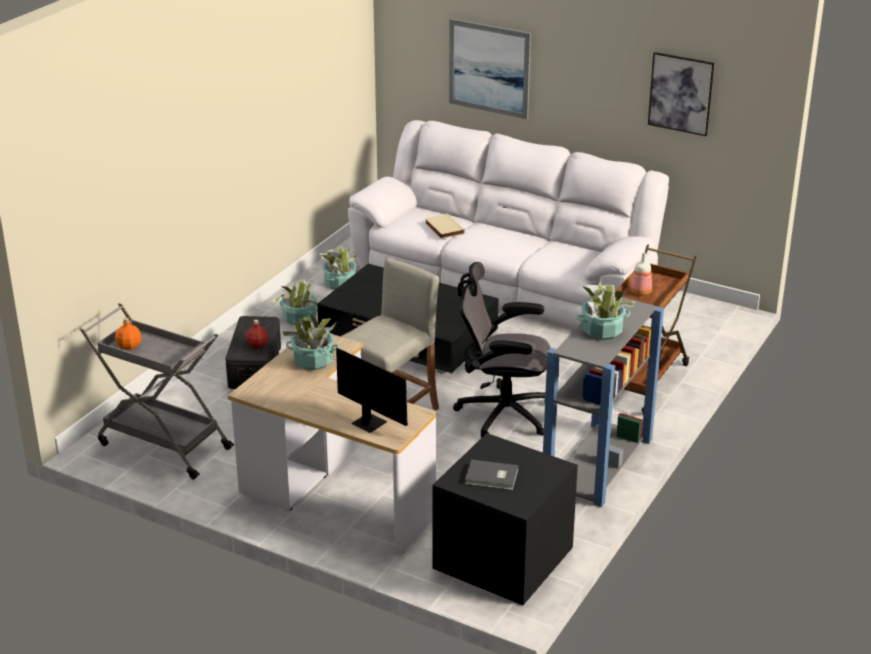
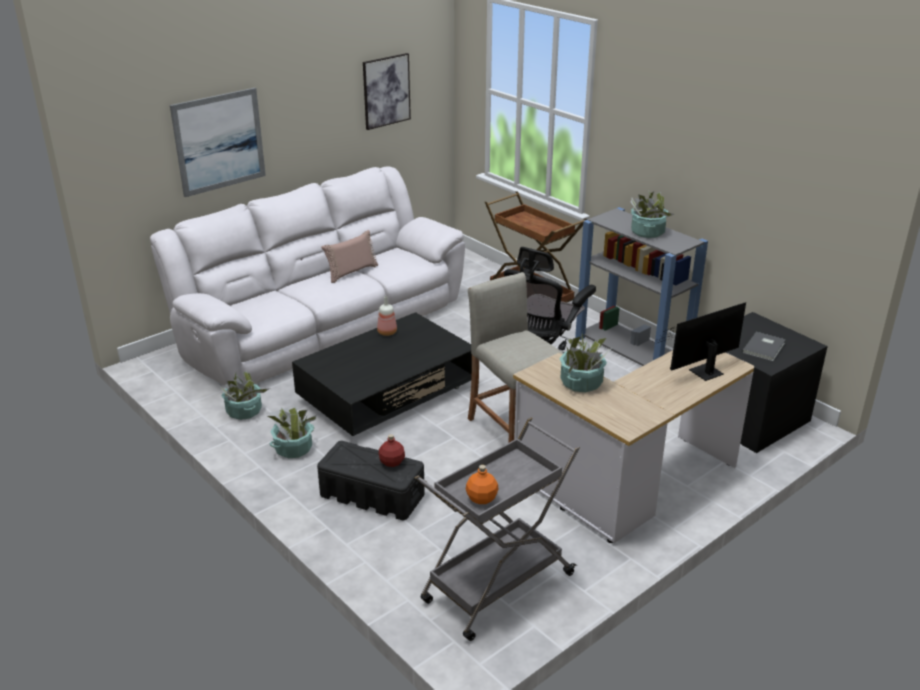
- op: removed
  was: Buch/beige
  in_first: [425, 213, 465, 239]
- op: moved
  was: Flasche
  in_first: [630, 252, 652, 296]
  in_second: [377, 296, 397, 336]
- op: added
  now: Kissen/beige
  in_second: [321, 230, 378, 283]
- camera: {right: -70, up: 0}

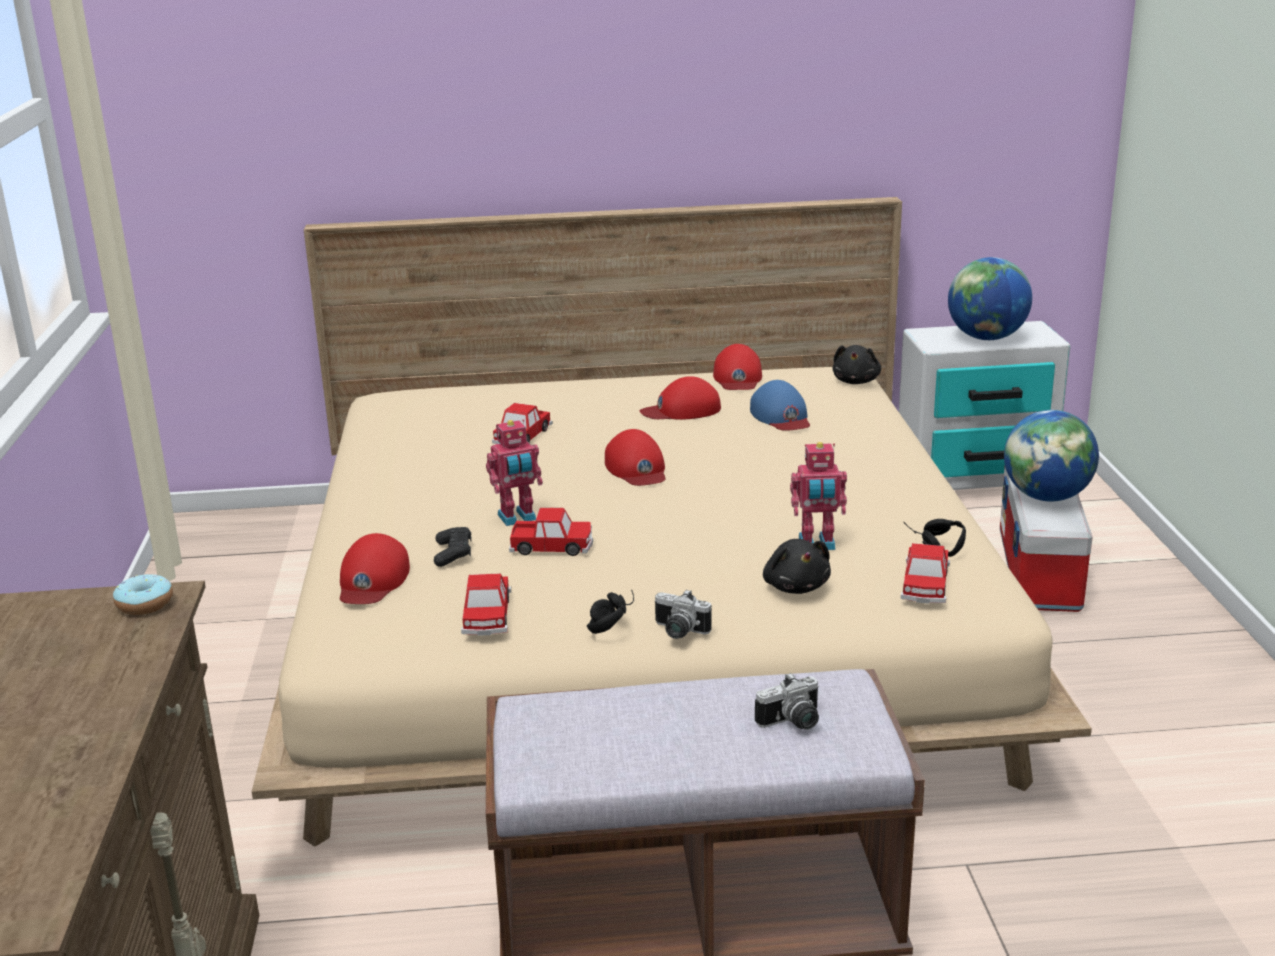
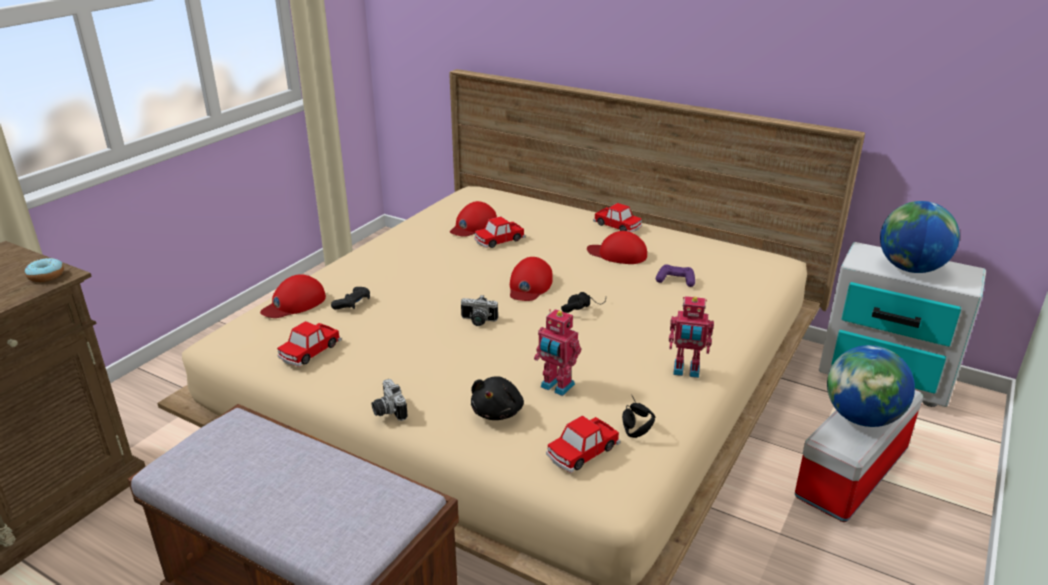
- op: moved
  was: Spielzeugroboter
  in_first: [486, 419, 543, 526]
  in_second: [669, 296, 714, 378]
- op: moved
  was: Spielzeugauto
  in_first: [509, 508, 593, 556]
  in_second: [593, 203, 642, 232]
- op: moved
  was: Kopfhörer/schwarz
  in_first: [587, 590, 634, 634]
  in_second: [561, 292, 606, 313]
- op: moved
  was: Kappe/rot
  in_first: [713, 344, 762, 390]
  in_second: [450, 201, 497, 237]
- op: replaced
  was: Kappe/blau
  now: Gamepad/lila
  in_first: [750, 380, 810, 431]
  in_second: [656, 264, 695, 287]
- op: moved
  was: Kamera
  in_first: [755, 673, 819, 730]
  in_second: [461, 295, 498, 326]
- op: removed
  was: Plüschtier/schwarz
  in_first: [832, 345, 881, 384]
- camera: {right: 35, up: 5}

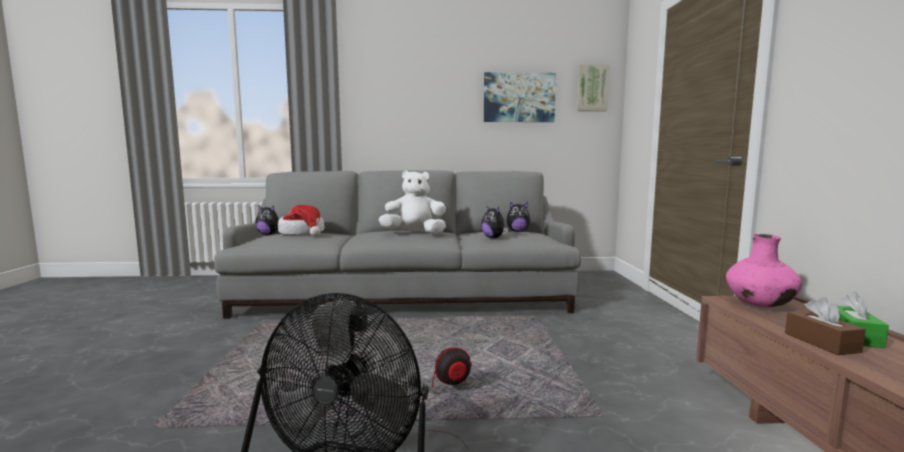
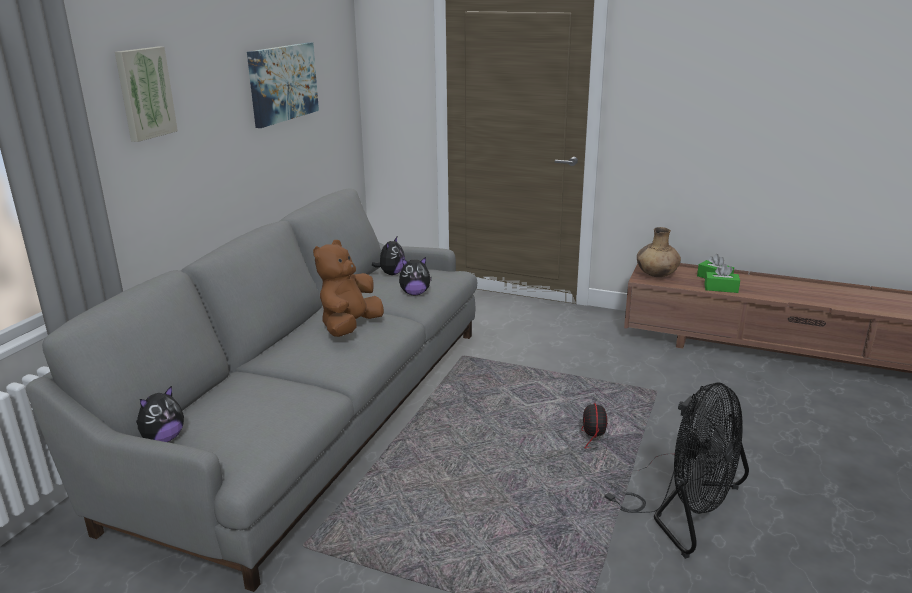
- op: removed
  was: Hut
  in_first: [278, 205, 325, 237]
- op: recoloured
  was: Plüschtier/weiß
  now: Plüschtier/braun
  in_first: [378, 170, 446, 234]
  in_second: [313, 240, 384, 337]
- op: moved
  was: Bild
  in_first: [577, 64, 610, 111]
  in_second: [115, 47, 178, 142]
- op: recoloured
  was: Vase/rosa
  now: Vase/braun
  in_first: [726, 234, 802, 307]
  in_second: [637, 227, 681, 277]
- op: recoloured
  was: Taschentuchbox/braun
  now: Taschentuchbox/grün
  in_first: [785, 297, 866, 355]
  in_second: [705, 264, 740, 293]
- camera: {right: -65, up: 15}

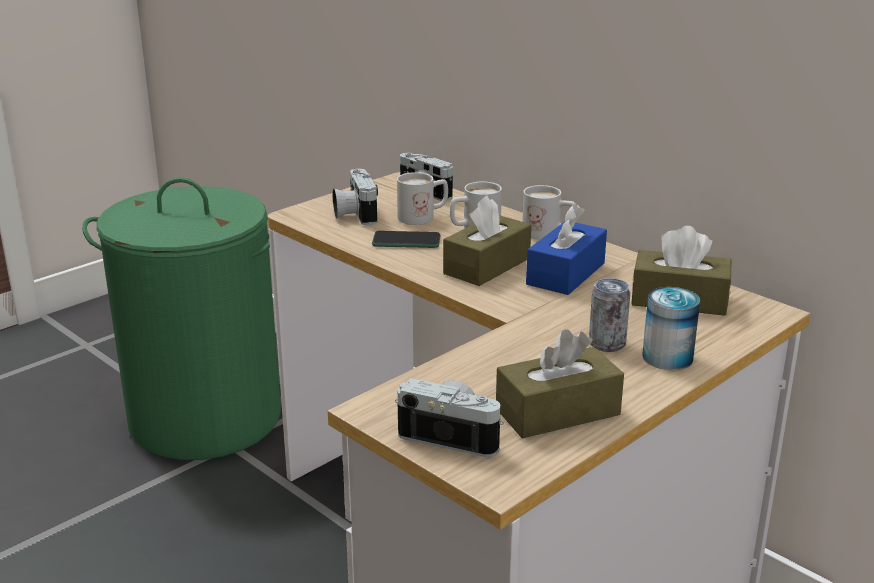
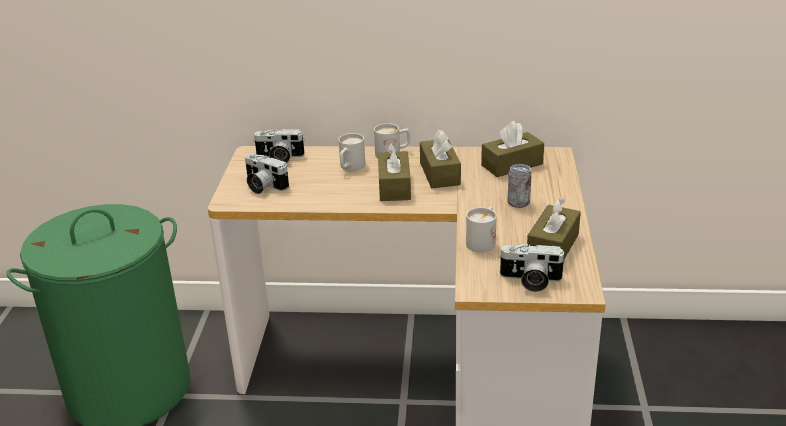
- op: removed
  was: Handy
  in_first: [372, 231, 441, 248]
- op: turned
  was: Kamera
  in_first: [395, 378, 504, 457]
  in_second: [498, 244, 566, 292]
  clockwise: -150
- op: moved
  was: Henkelbecher/weiß
  in_first: [397, 172, 448, 225]
  in_second: [466, 207, 497, 252]
- op: recoloured
  was: Taschentuchbox/blau
  now: Taschentuchbox/braun
  in_first: [526, 204, 607, 295]
  in_second: [420, 130, 461, 188]
- op: removed
  was: Dose
  in_first: [642, 287, 700, 370]
- camera: {right: -40, up: 5}

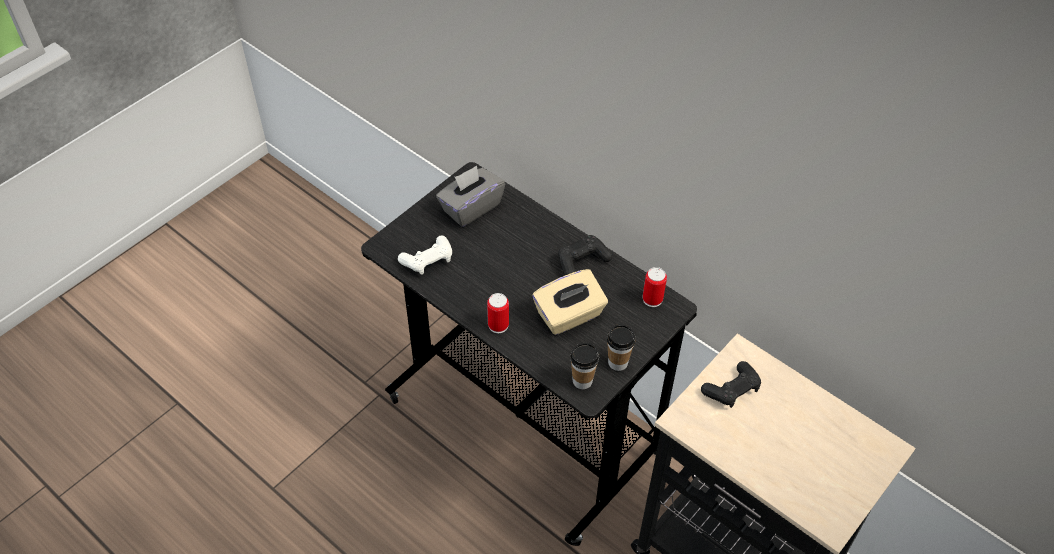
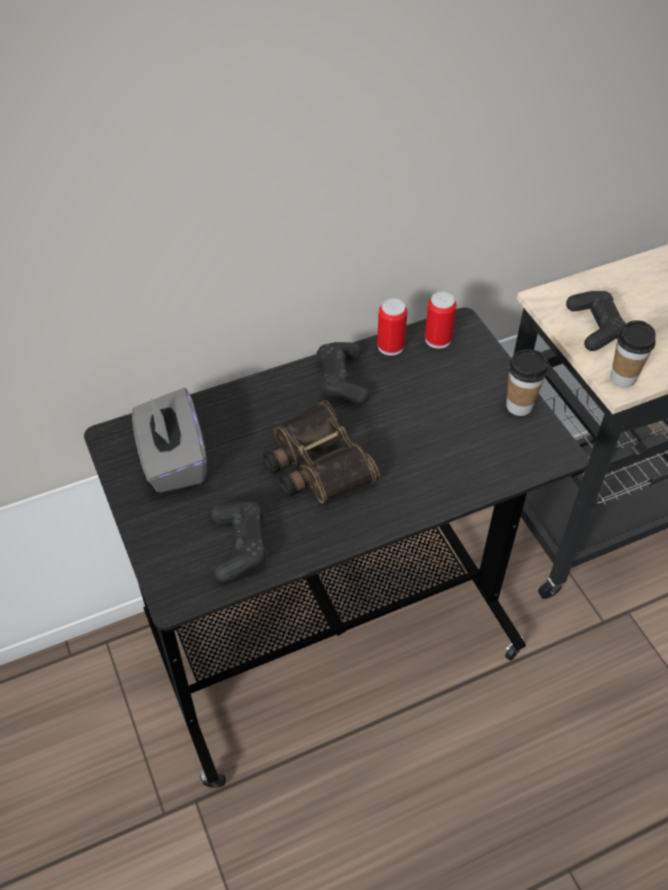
- op: recoloured
  was: Gamepad/weiß
  now: Gamepad/schwarz
  in_first: [398, 235, 452, 275]
  in_second: [211, 501, 268, 582]
- op: moved
  was: Dose
  in_first: [487, 293, 509, 333]
  in_second: [377, 298, 407, 356]
- op: removed
  was: Taschentuchbox/beige
  in_first: [532, 269, 608, 335]
- op: moved
  was: Tasse
  in_first: [570, 343, 599, 389]
  in_second: [610, 320, 656, 388]
- op: added
  now: Fernglas
  in_second: [263, 400, 380, 503]
- camera: {right: -65, up: 0}

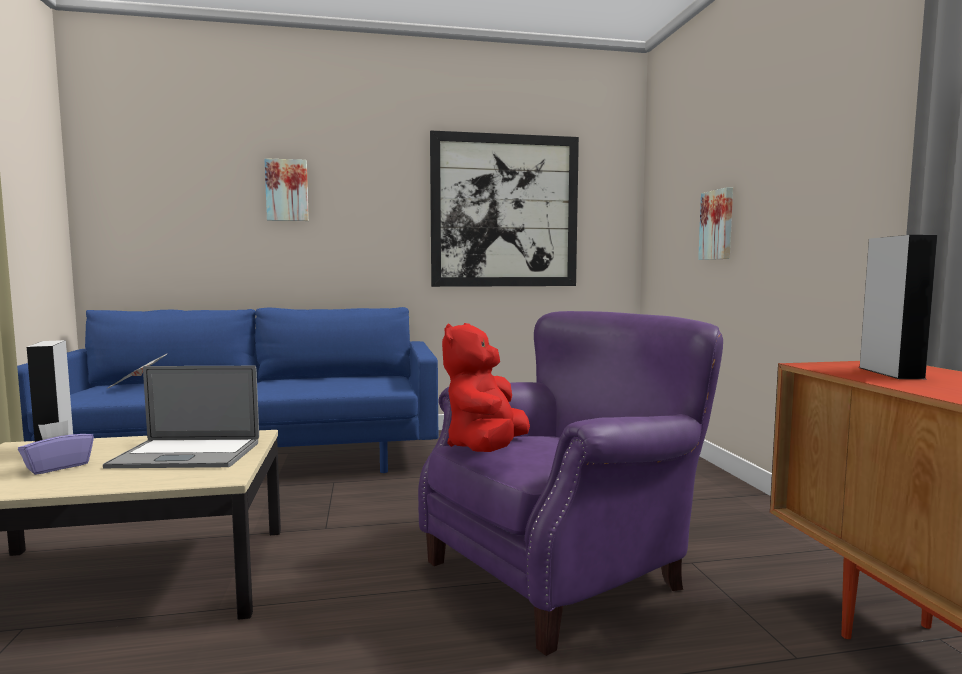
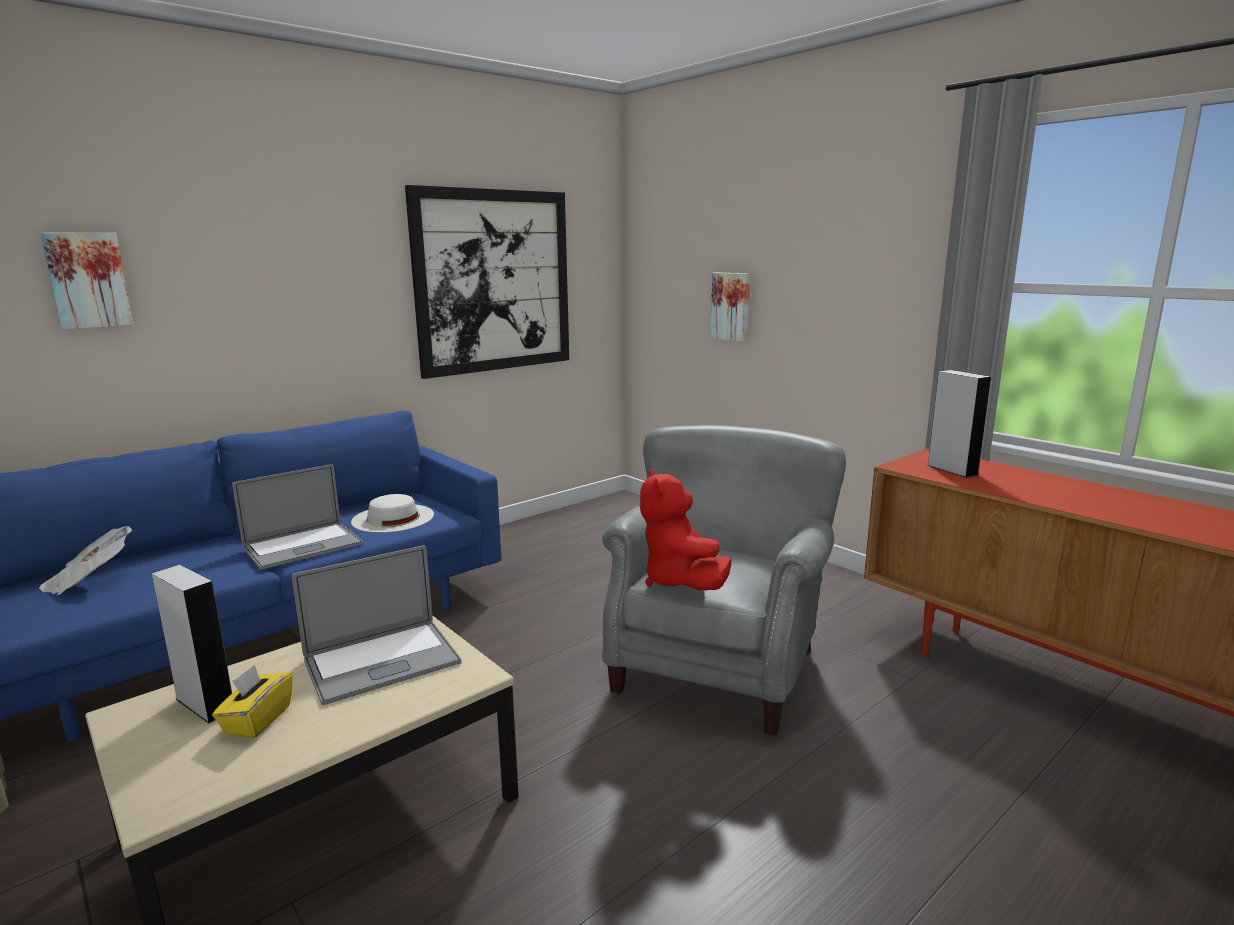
- op: recoloured
  was: Taschentuchbox/lila
  now: Taschentuchbox/gelb
  in_first: [18, 420, 94, 475]
  in_second: [212, 665, 293, 738]
- op: moved
  was: Bild
  in_first: [265, 158, 309, 221]
  in_second: [40, 233, 134, 329]
- op: recoloured
  was: Sessel/lila
  now: Sessel/grau
  in_first: [418, 311, 723, 656]
  in_second: [602, 425, 846, 735]
- op: added
  now: Laptop
  in_second: [232, 464, 363, 570]
- op: added
  now: Hut/weiß
  in_second: [351, 494, 434, 533]
- camera: {right: -30, up: 10}

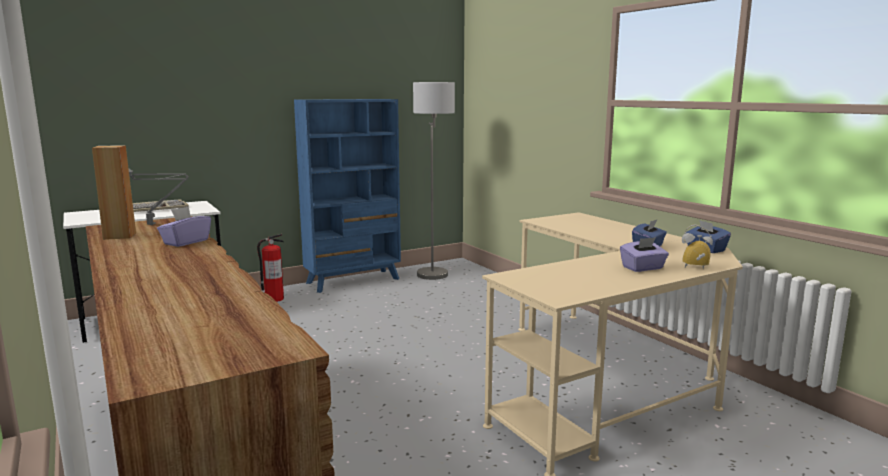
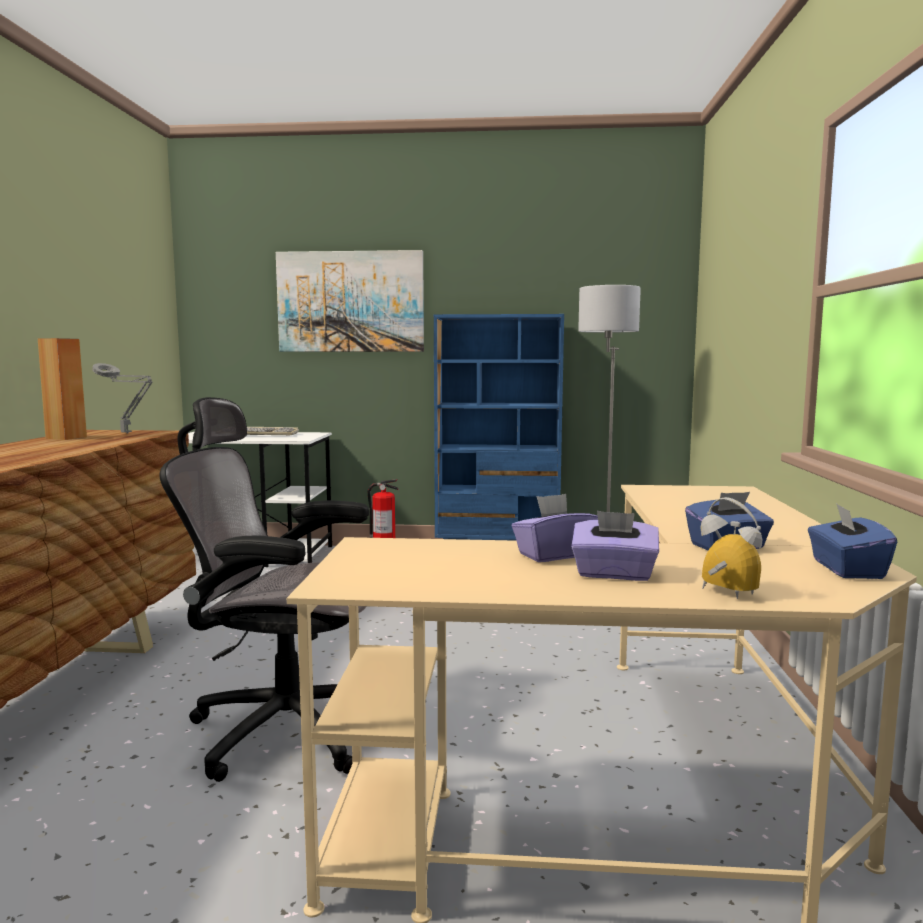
- op: moved
  was: Taschentuchbox/lila
  in_first: [157, 206, 211, 247]
  in_second: [512, 494, 598, 562]
- op: added
  now: Bürostuhl
  in_second: [160, 397, 369, 782]
- op: added
  now: Bild
  in_second: [276, 250, 424, 352]
- camera: {right: 35, up: -5}

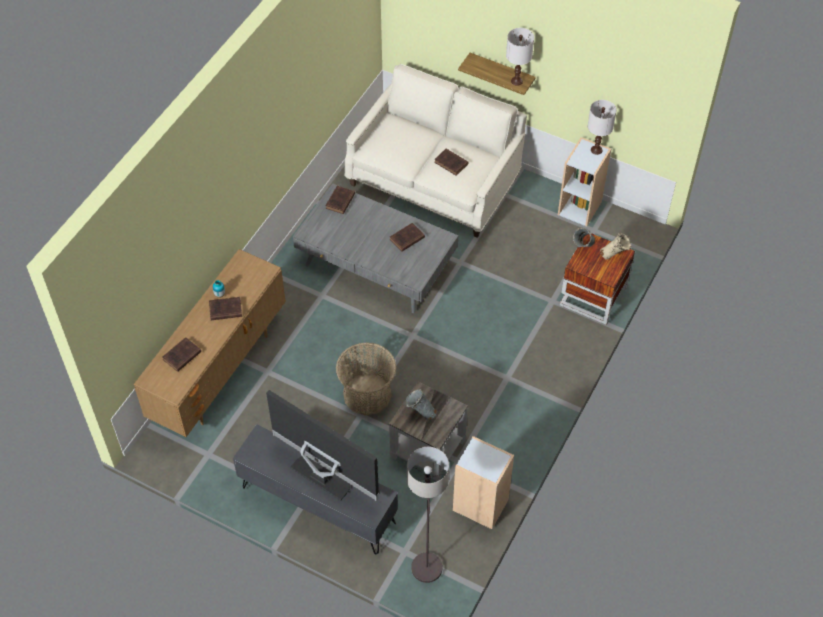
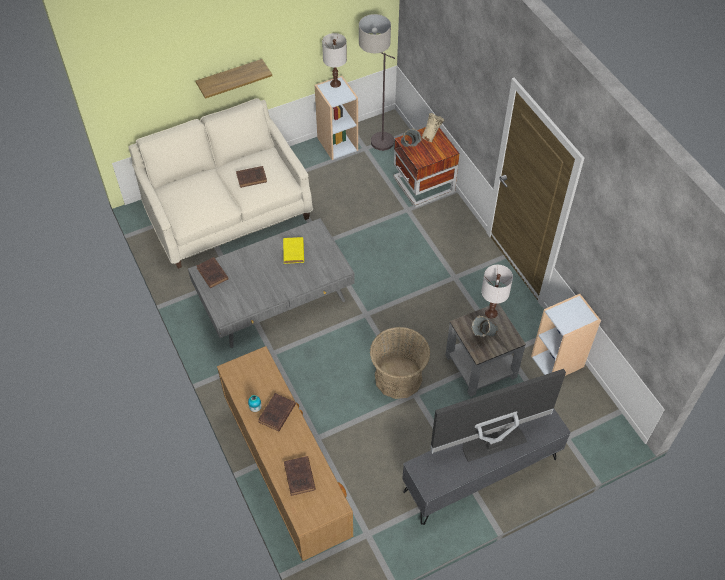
- op: recoloured
  was: Buch/braun
  now: Buch/gelb
  in_first: [390, 223, 425, 251]
  in_second: [283, 237, 304, 264]
- op: moved
  was: Stehlampe/grau
  in_first: [407, 447, 449, 583]
  in_second: [359, 14, 395, 151]
- op: moved
  was: Tischlampe/weiß
  in_first: [506, 28, 534, 86]
  in_second: [481, 265, 513, 319]
- camera: {right: -55, up: 0}

